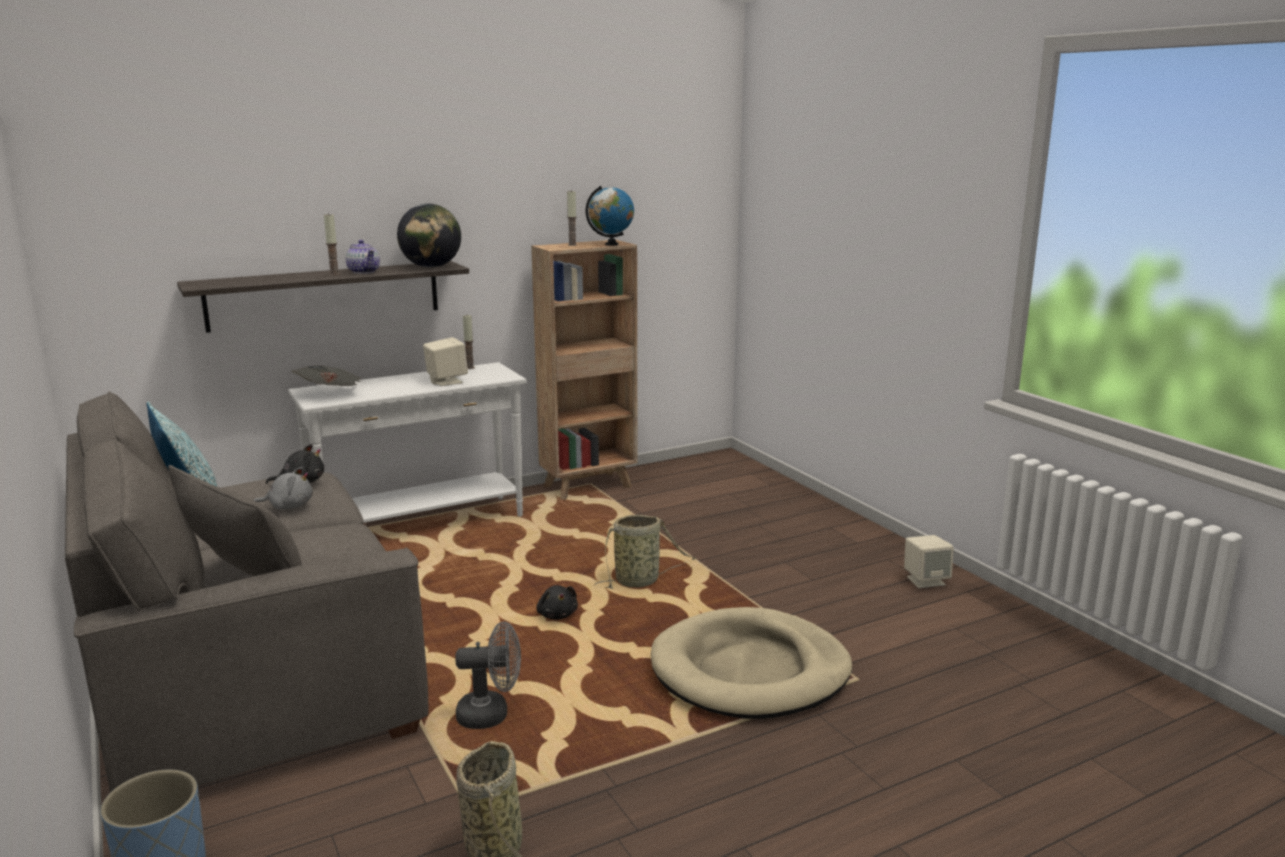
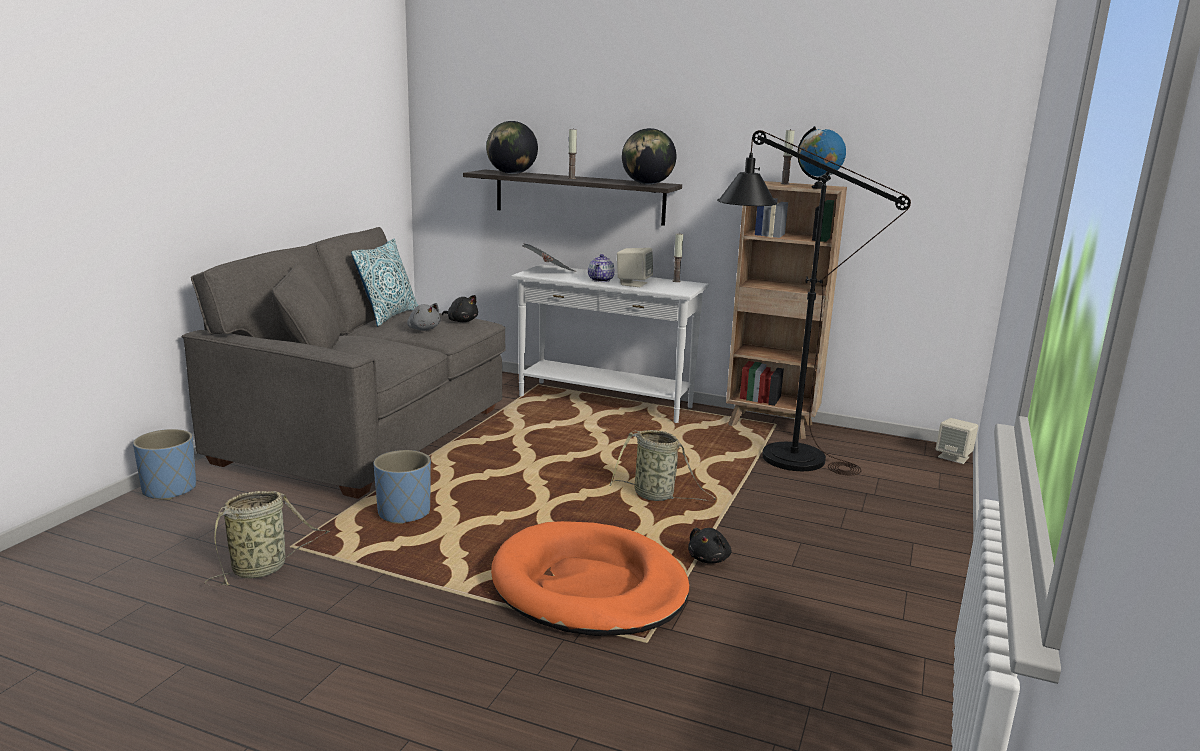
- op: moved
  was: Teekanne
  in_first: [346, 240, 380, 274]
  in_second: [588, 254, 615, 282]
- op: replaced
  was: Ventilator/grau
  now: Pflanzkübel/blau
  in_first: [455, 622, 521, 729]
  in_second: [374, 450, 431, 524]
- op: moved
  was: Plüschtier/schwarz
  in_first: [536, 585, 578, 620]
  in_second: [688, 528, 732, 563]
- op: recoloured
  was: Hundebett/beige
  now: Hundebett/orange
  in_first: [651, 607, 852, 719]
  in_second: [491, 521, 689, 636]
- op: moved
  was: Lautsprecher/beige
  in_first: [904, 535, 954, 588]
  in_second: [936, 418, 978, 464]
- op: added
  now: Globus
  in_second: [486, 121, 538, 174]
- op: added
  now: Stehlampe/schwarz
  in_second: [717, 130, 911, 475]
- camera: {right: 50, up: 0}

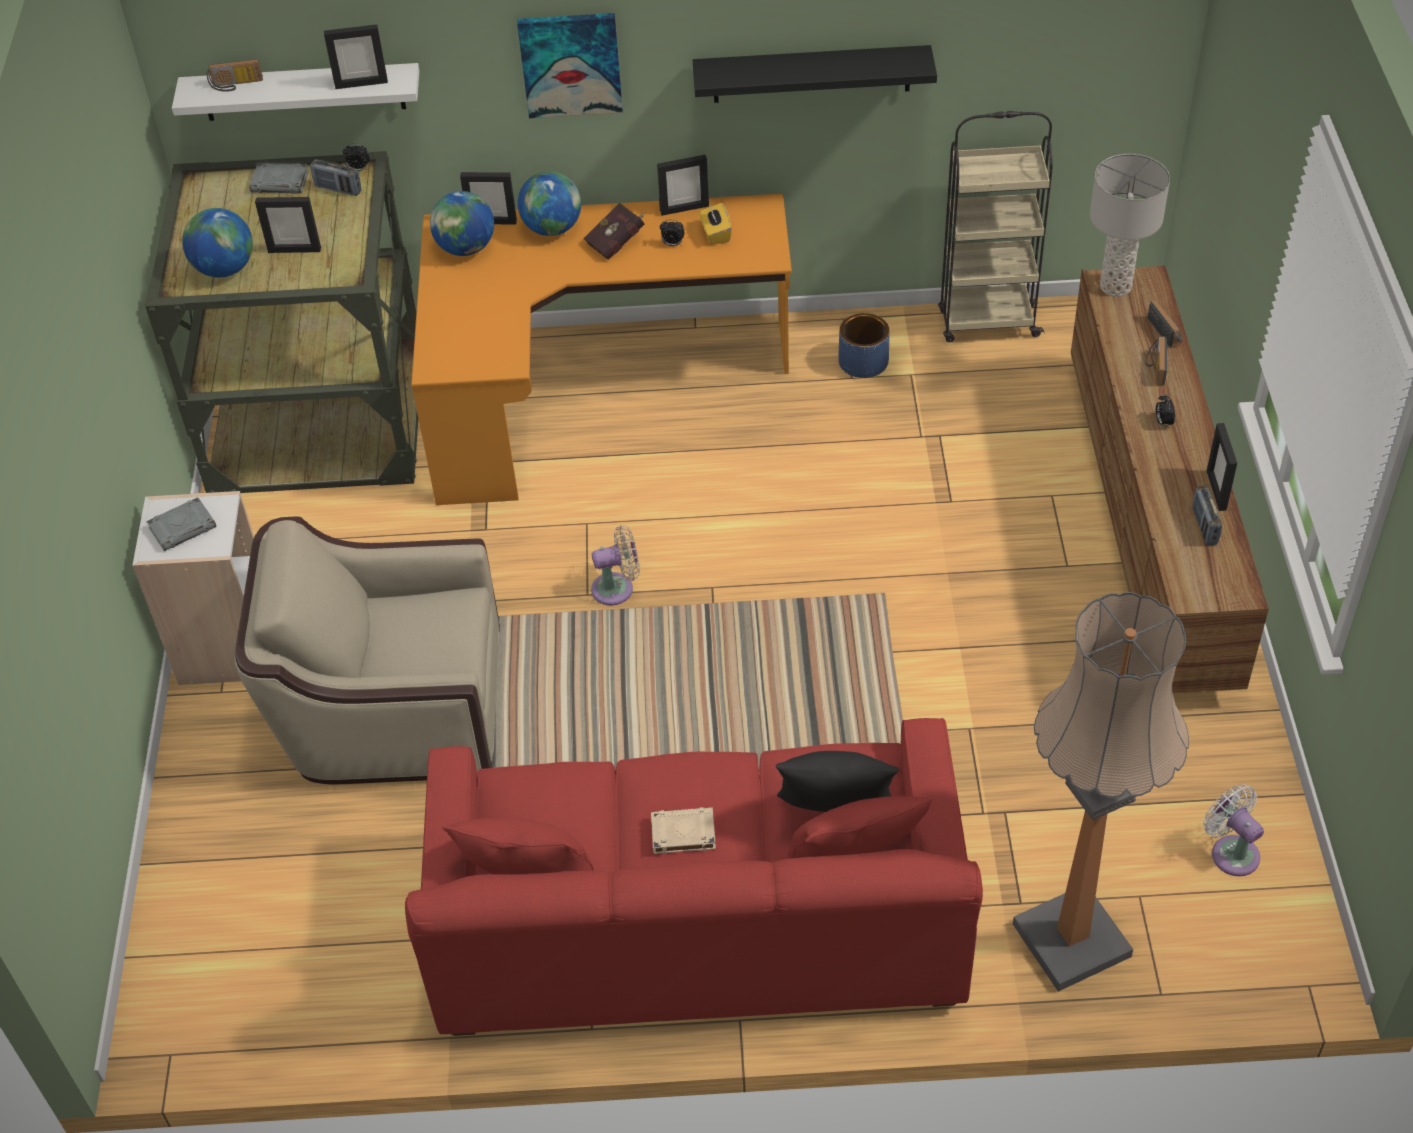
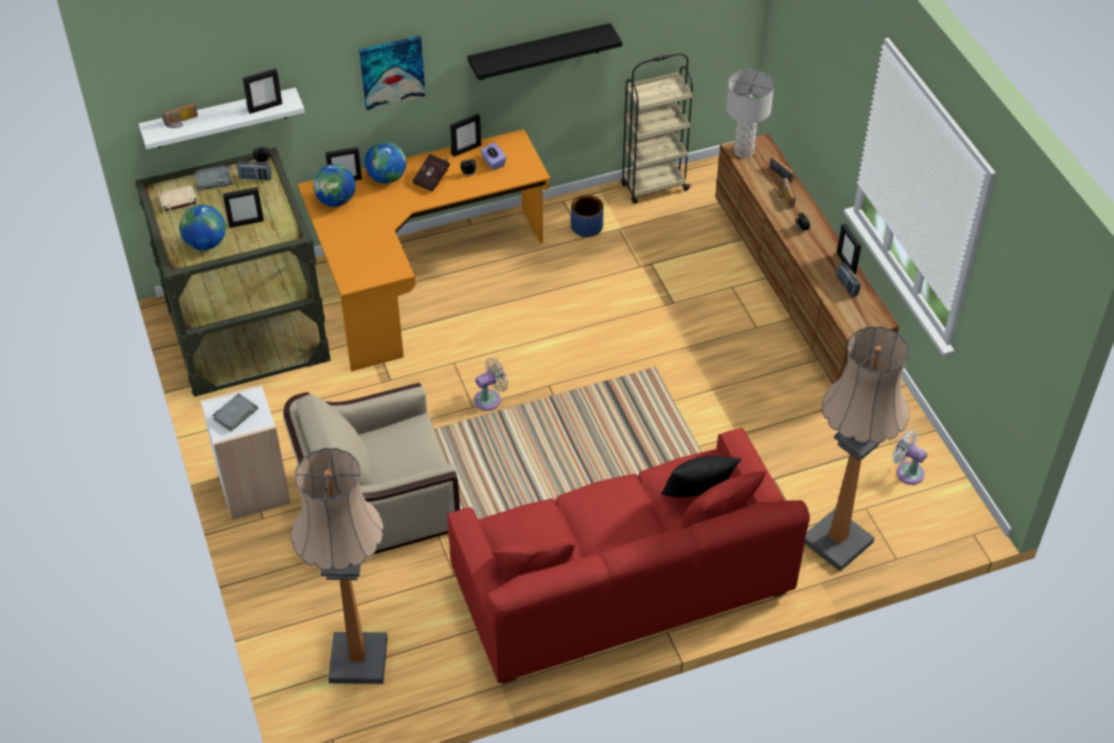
- op: moved
  was: Buch/beige
  in_first: [651, 807, 716, 854]
  in_second: [158, 185, 198, 213]
- op: recoloured
  was: Taschentuchbox/gelb
  now: Taschentuchbox/lila
  in_first: [699, 203, 732, 245]
  in_second: [480, 142, 506, 170]
- op: added
  now: Stehlampe
  in_second: [291, 448, 388, 684]
- camera: {right: -20, up: 0}

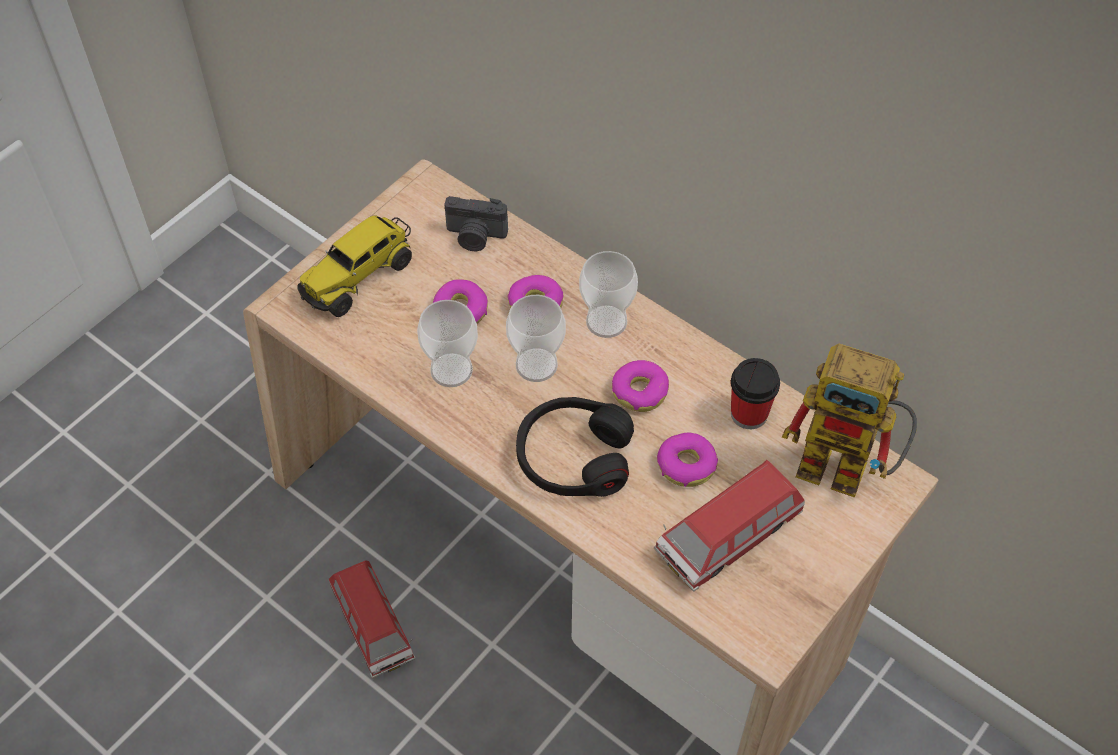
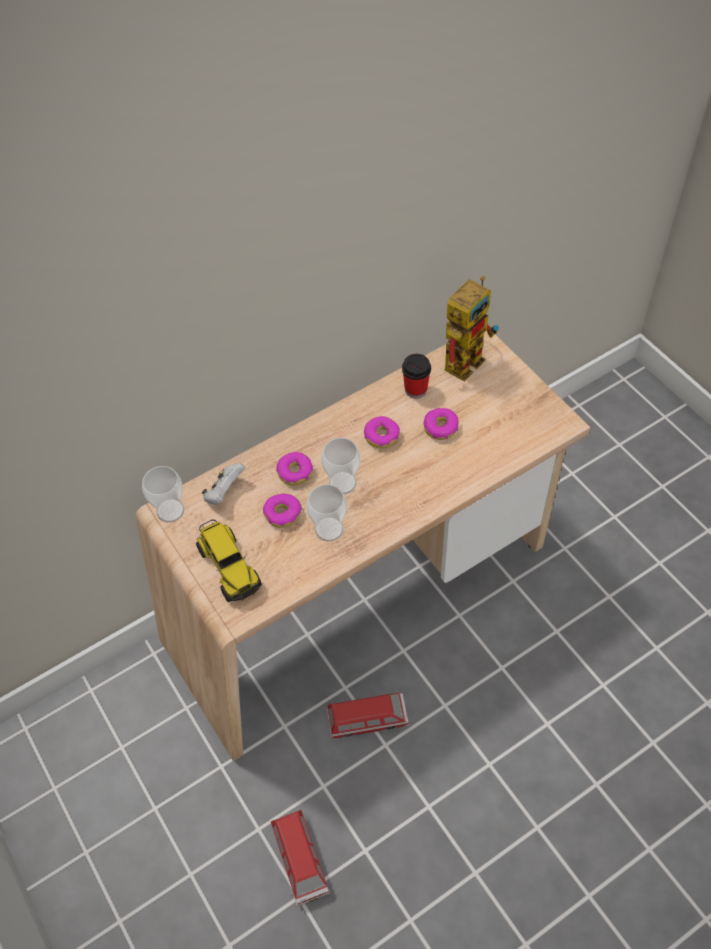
- op: replaced
  was: Kamera
  now: Gamepad/weiß
  in_first: [444, 196, 508, 251]
  in_second: [202, 463, 245, 505]
- op: removed
  was: Kopfhörer/schwarz
  in_first: [516, 397, 634, 497]
- op: moved
  was: Tasse
  in_first: [579, 251, 638, 338]
  in_second: [142, 466, 184, 523]
- op: moved
  was: Spielzeugauto
  in_first: [654, 460, 805, 592]
  in_second: [271, 810, 330, 907]
- camera: {right: -70, up: 0}

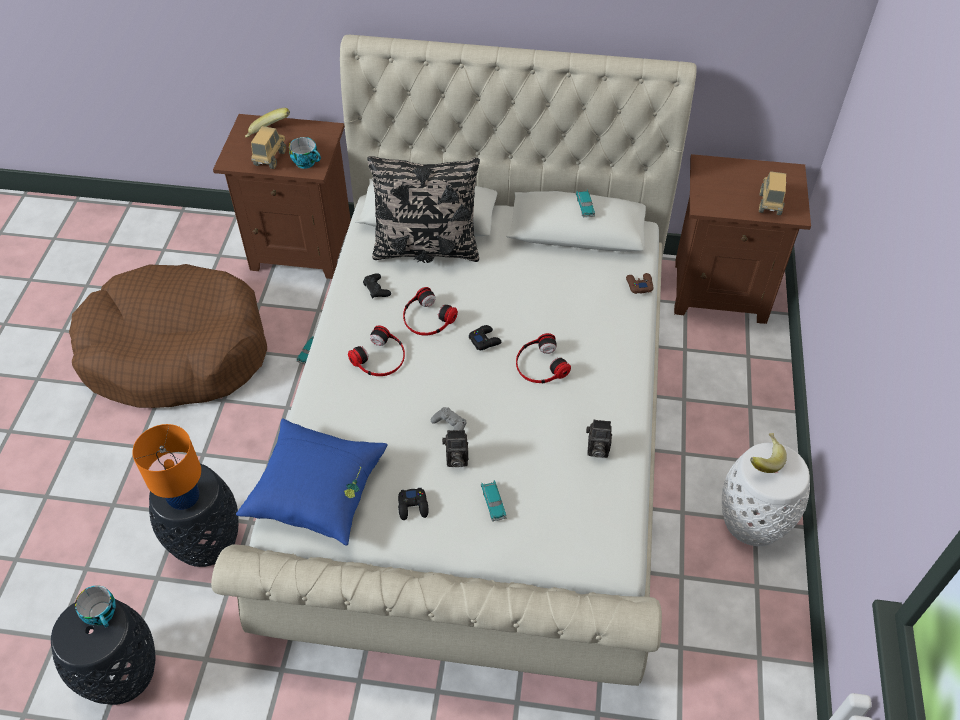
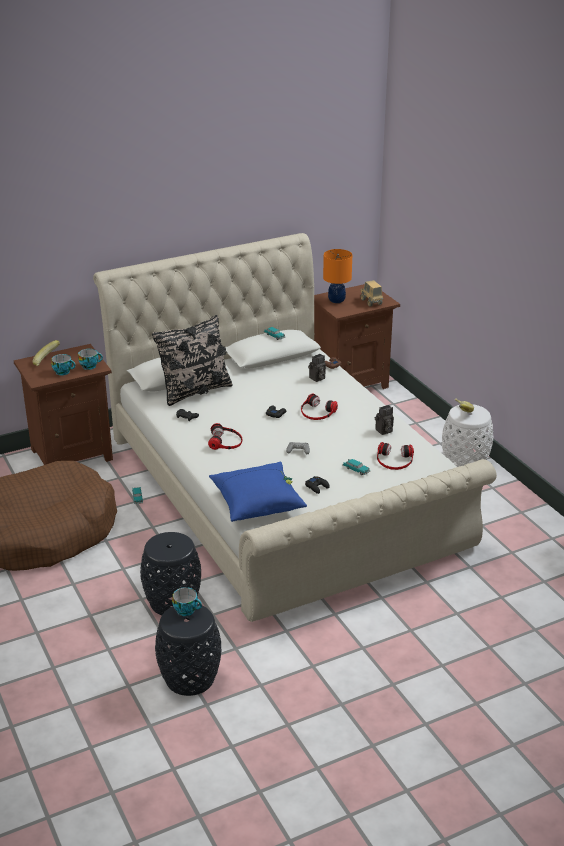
- op: moved
  was: Tischlampe/orange
  in_first: [132, 424, 201, 510]
  in_second: [323, 249, 352, 303]
- op: replaced
  was: Spielzeuglaster
  now: Tasse
  in_first: [251, 126, 286, 169]
  in_second: [51, 354, 76, 376]
- op: moved
  was: Kopfhörer
  in_first: [403, 287, 458, 336]
  in_second: [377, 442, 414, 470]
- op: moved
  was: Kamera
  in_first: [442, 430, 468, 467]
  in_second: [308, 354, 326, 382]
- camera: {right: -35, up: -20}

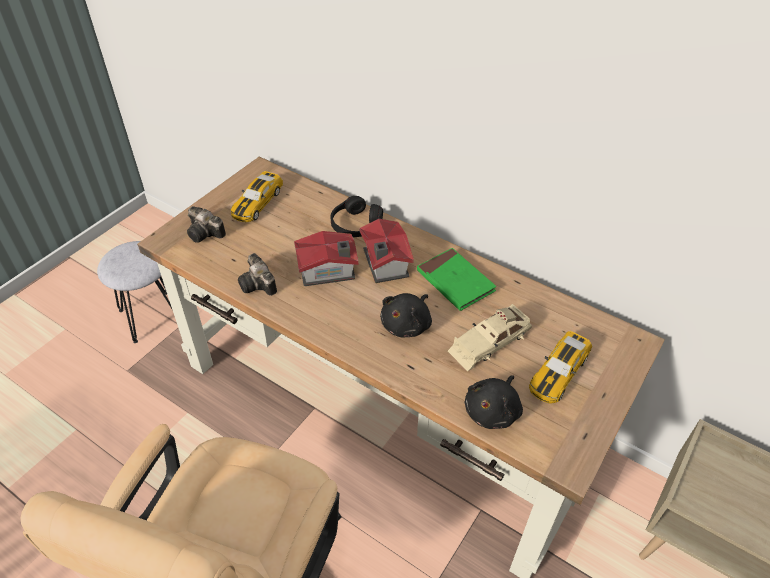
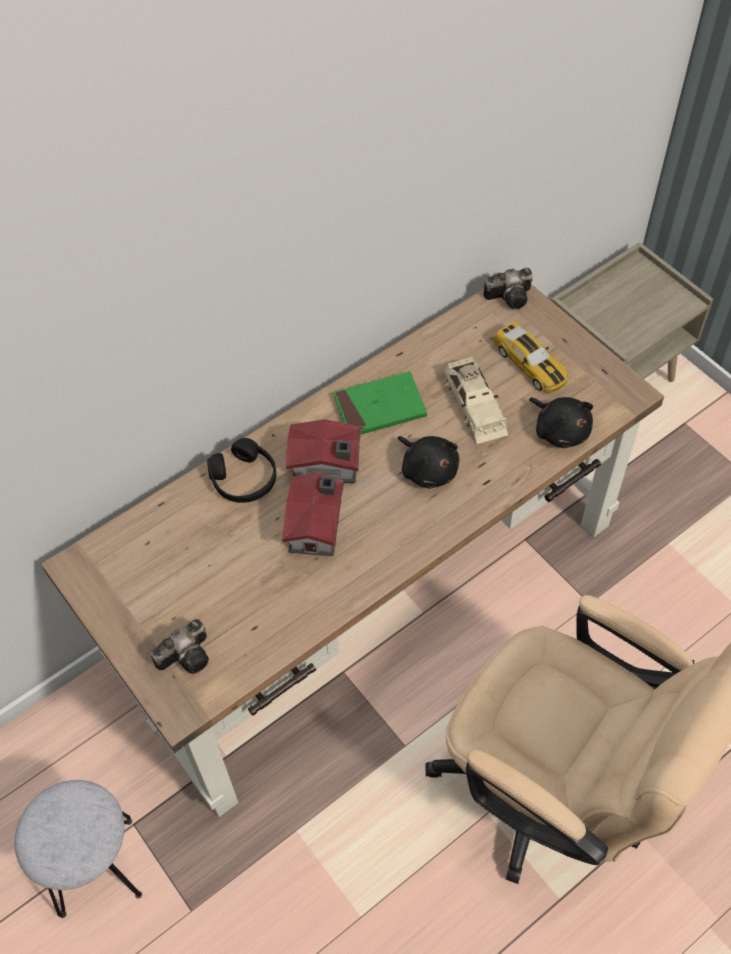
- op: removed
  was: Spielzeugauto
  in_first: [231, 171, 283, 222]
- op: moved
  was: Kamera
  in_first: [238, 253, 277, 296]
  in_second: [484, 268, 533, 309]
- camera: {right: -70, up: 10}

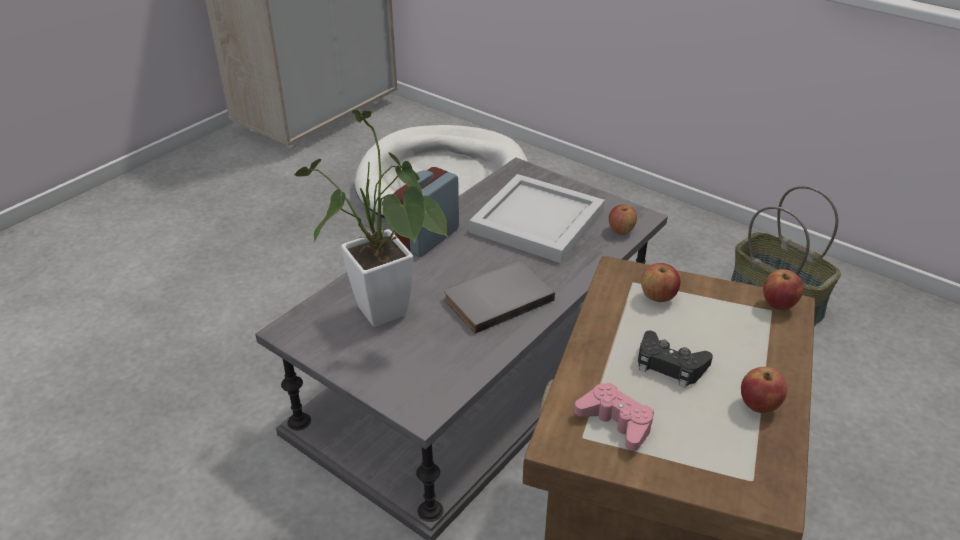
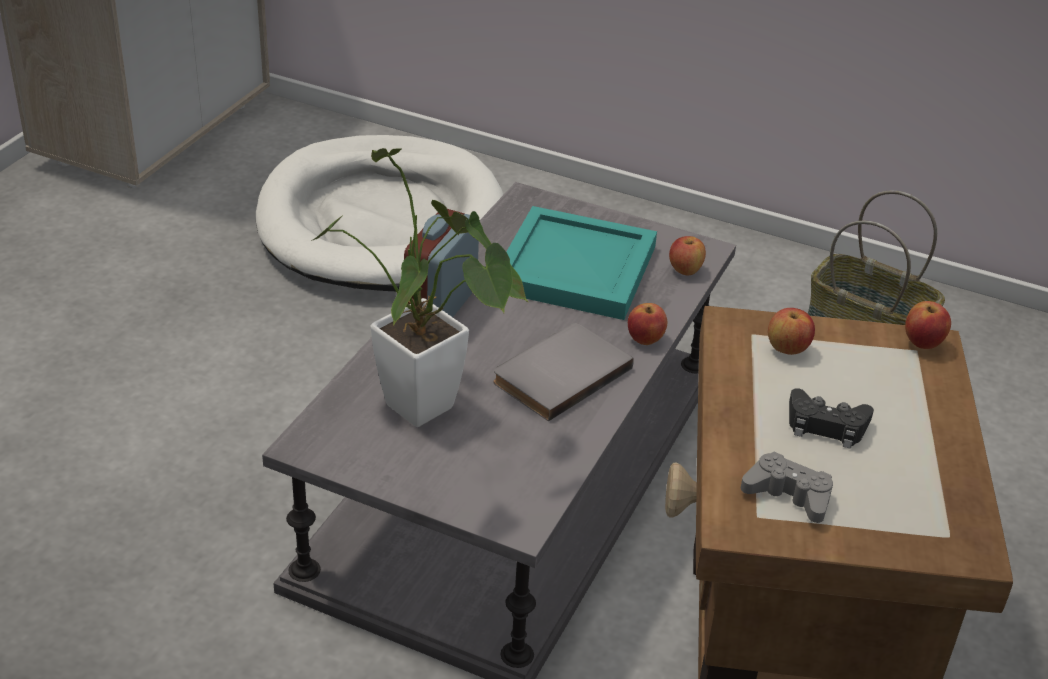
- op: recoloured
  was: Tablett/weiß
  now: Tablett/türkis
  in_first: [469, 174, 605, 263]
  in_second: [506, 206, 657, 320]
- op: recoloured
  was: Gamepad/rosa
  now: Gamepad/grau
  in_first: [574, 382, 654, 451]
  in_second: [741, 452, 833, 523]
- op: moved
  was: Apfel
  in_first: [741, 367, 788, 413]
  in_second: [628, 303, 667, 345]
- camera: {right: -15, up: 0}

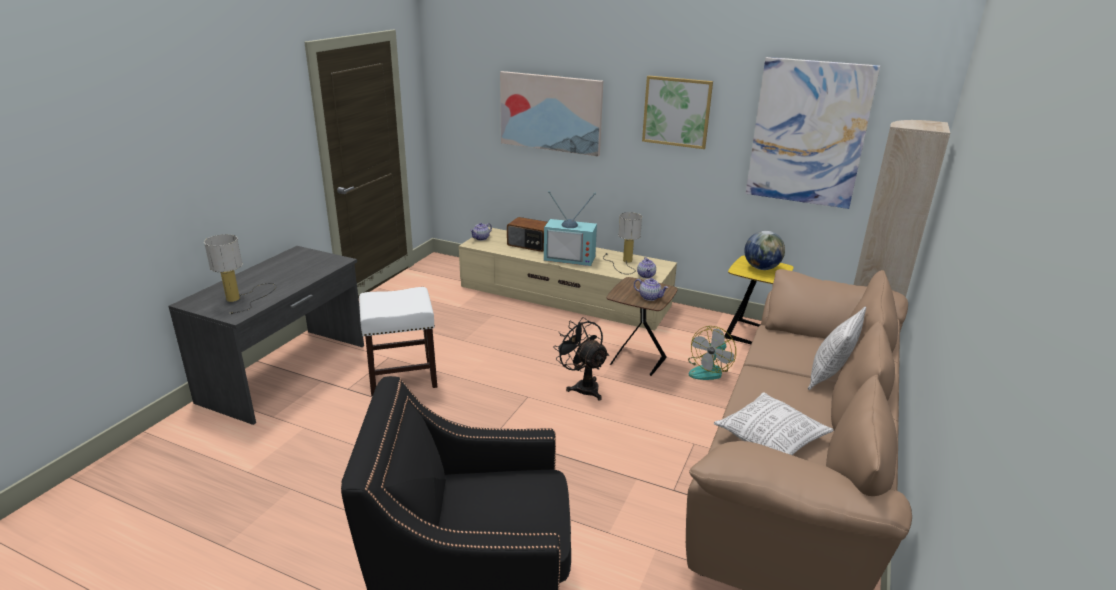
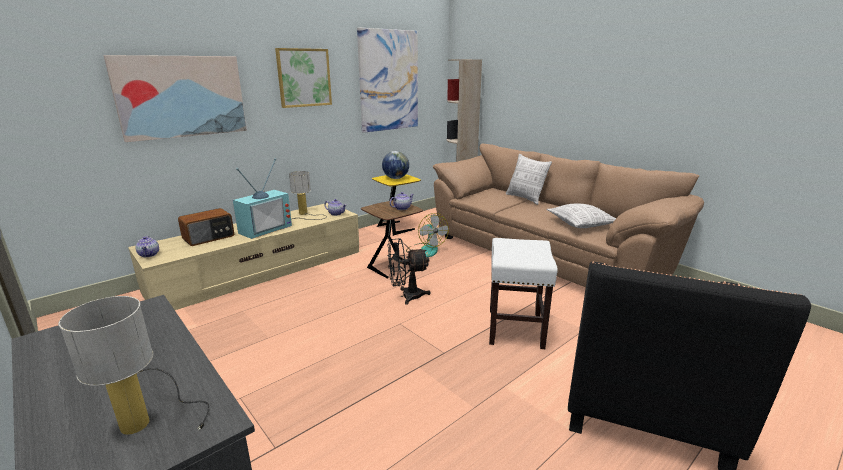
- op: moved
  was: Hocker/weiß
  in_first: [359, 287, 437, 396]
  in_second: [489, 238, 558, 349]
- camera: {right: -65, up: -5}

